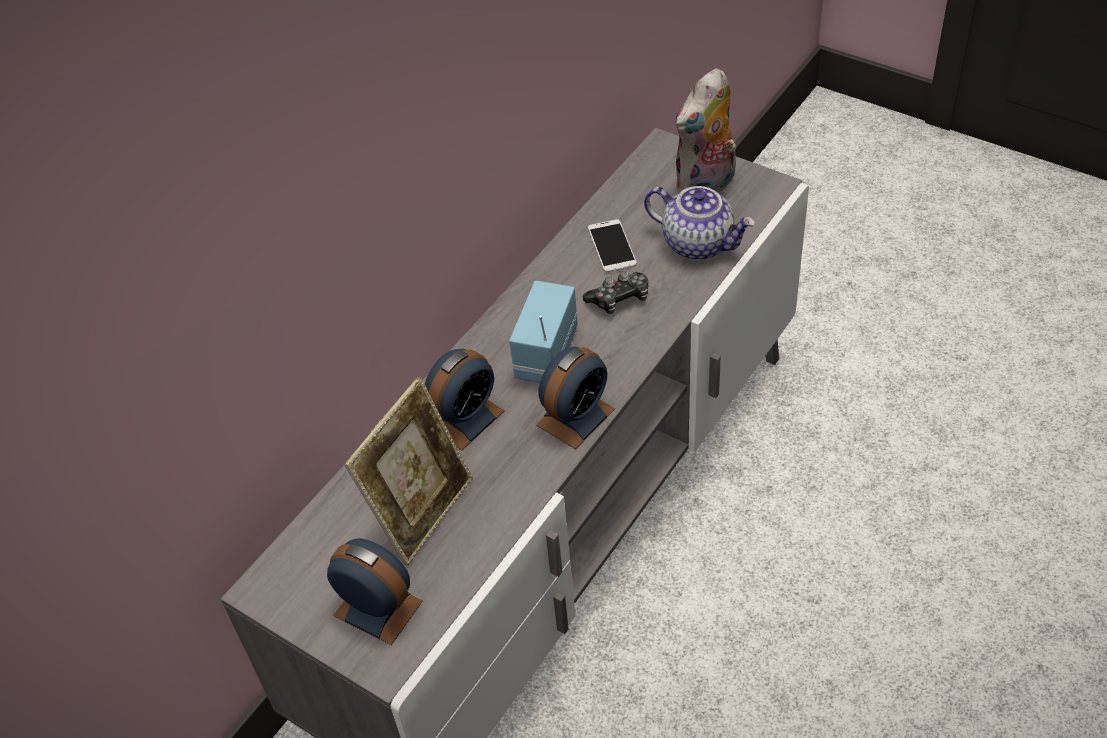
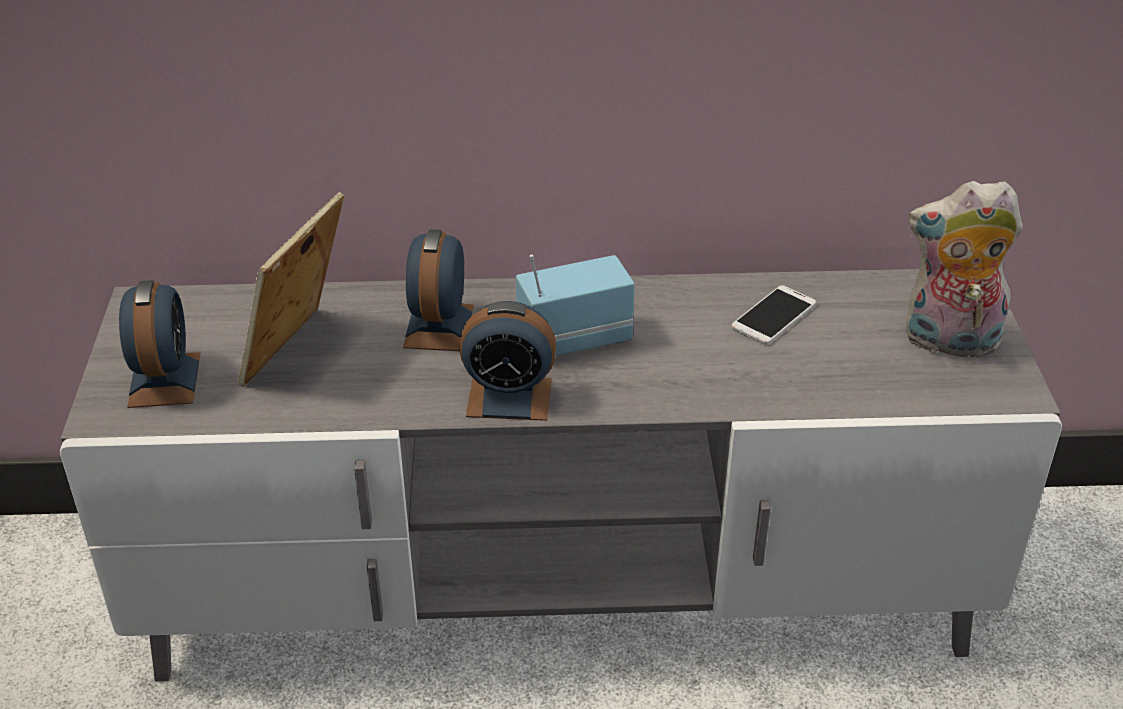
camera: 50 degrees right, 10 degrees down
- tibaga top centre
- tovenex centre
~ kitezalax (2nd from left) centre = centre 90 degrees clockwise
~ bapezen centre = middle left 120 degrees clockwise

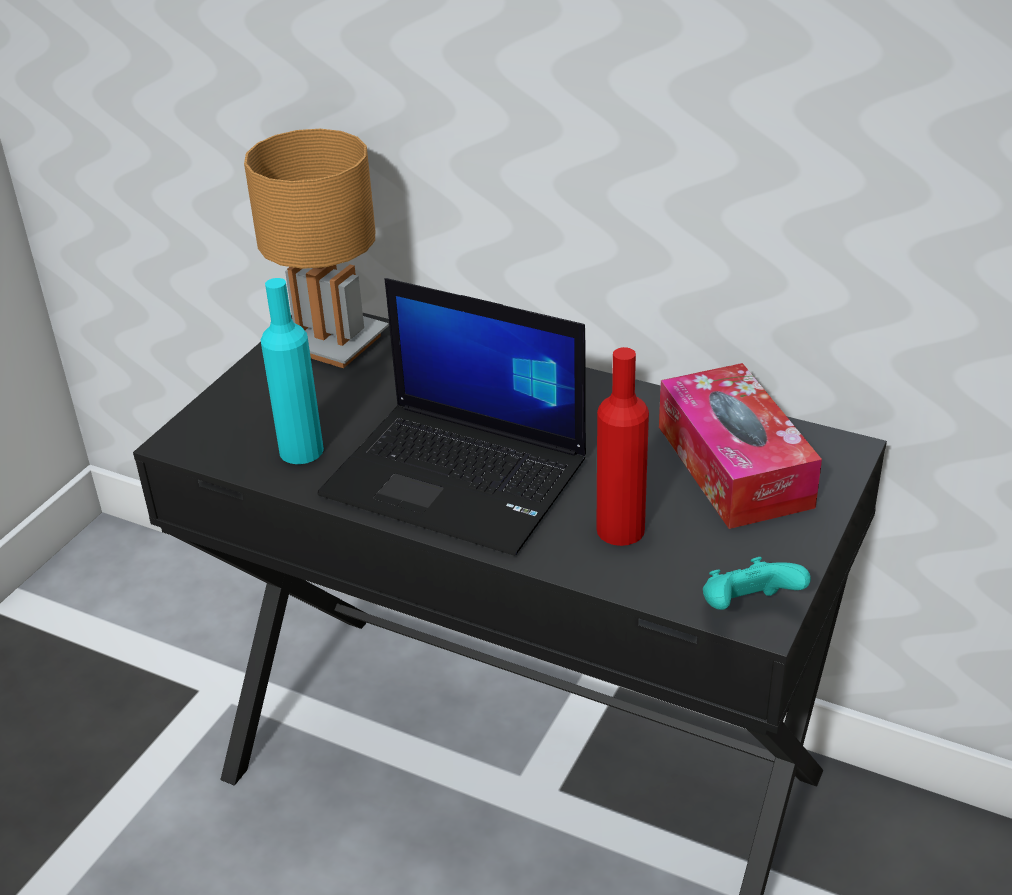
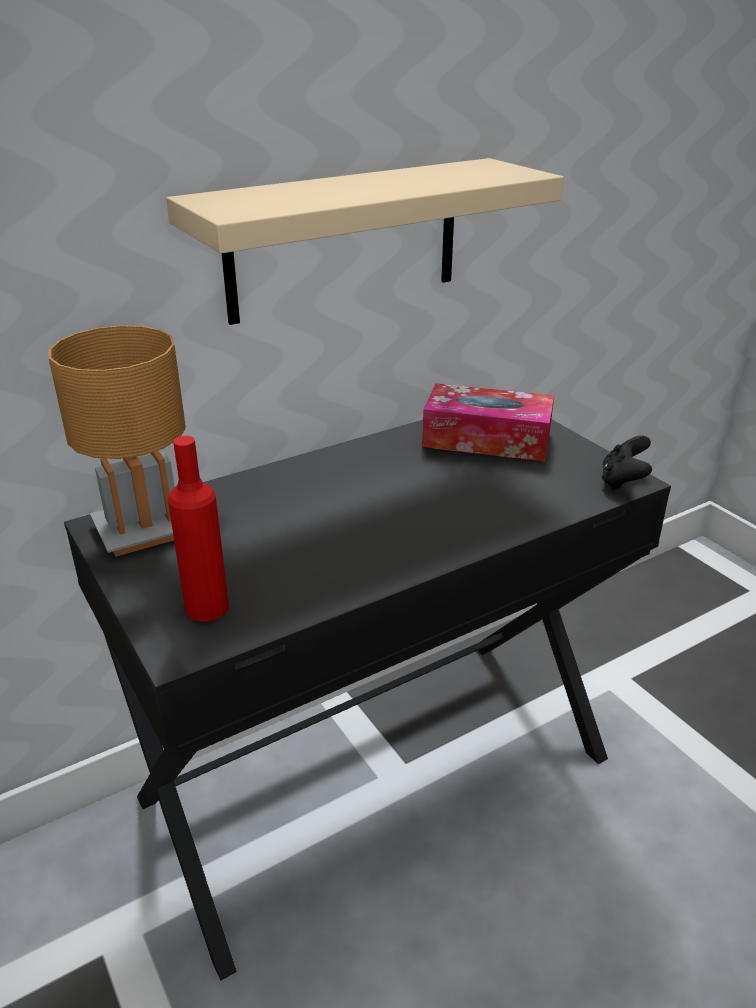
camera: 60 degrees left, 5 degrees down
- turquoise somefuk middle left
- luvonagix centre
~ red somefuk centre to middle left
~ turquoise tovenex middle right to black tovenex middle right
+ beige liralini top centre

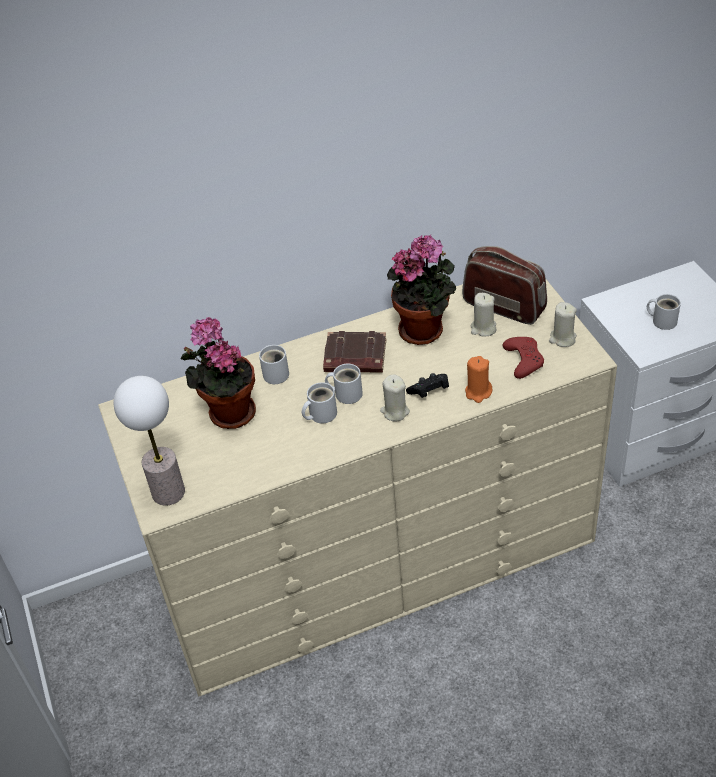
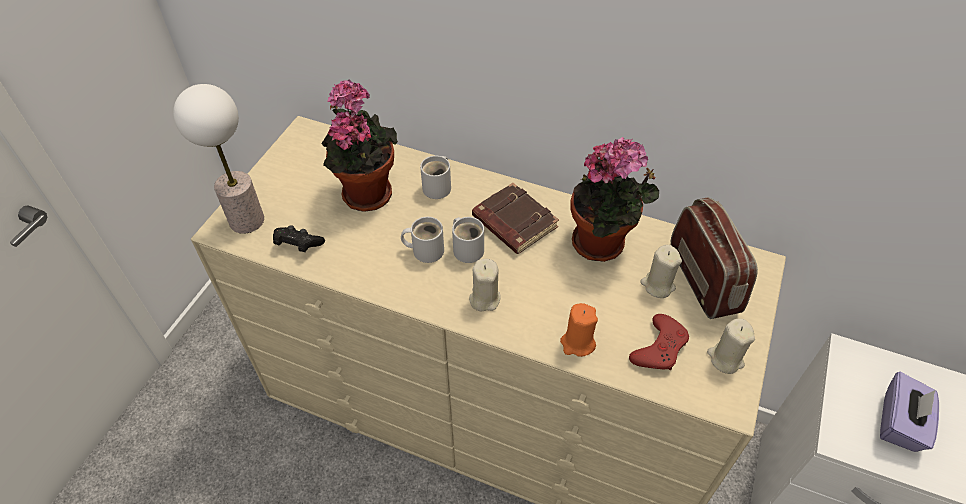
camera: 40 degrees right, 5 degrees up
~ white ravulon (4th from left) middle right to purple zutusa bottom right
~ black tovenex centre to middle left

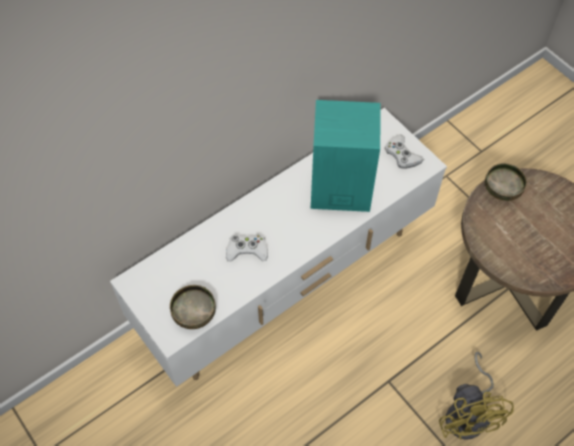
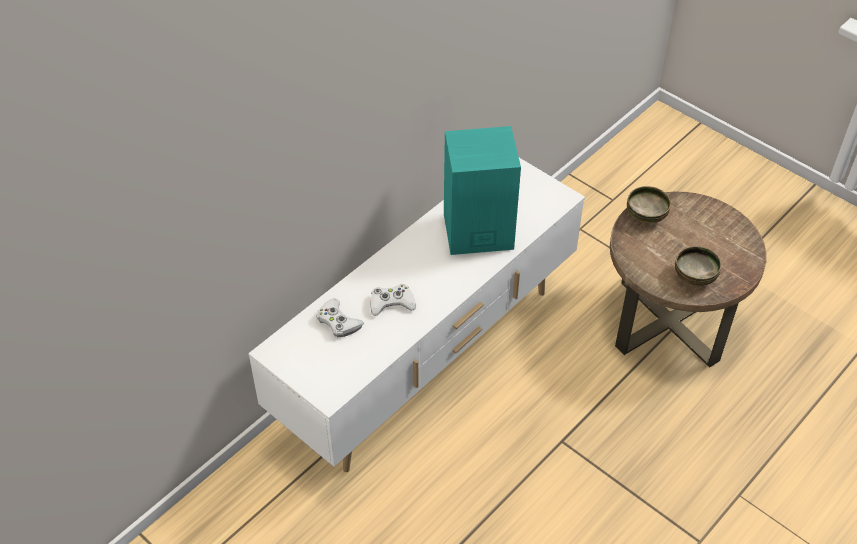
camera: 10 degrees left, 10 degrees down
~ white tovenex (2nd from left in the first image) middle right to white tovenex (1st from left) centre
~ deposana (1st from left in the first image) bottom centre to deposana (2nd from left) middle right
- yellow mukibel bottom right

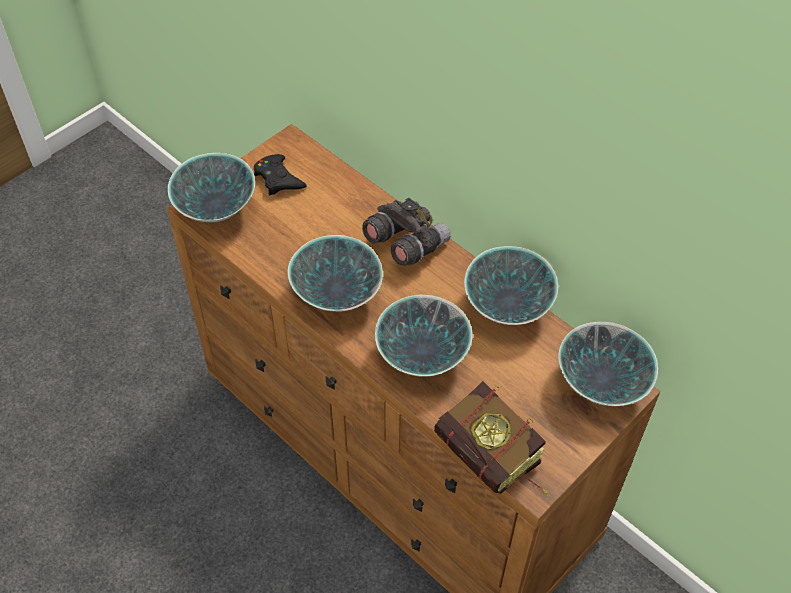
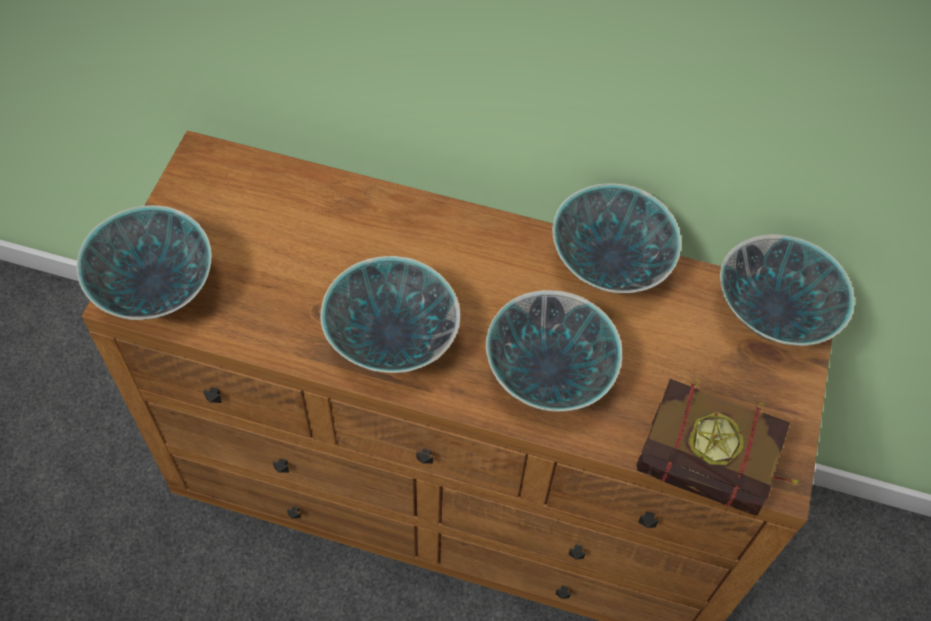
camera: 30 degrees left, 5 degrees up
- black tovenex top centre
- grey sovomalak centre

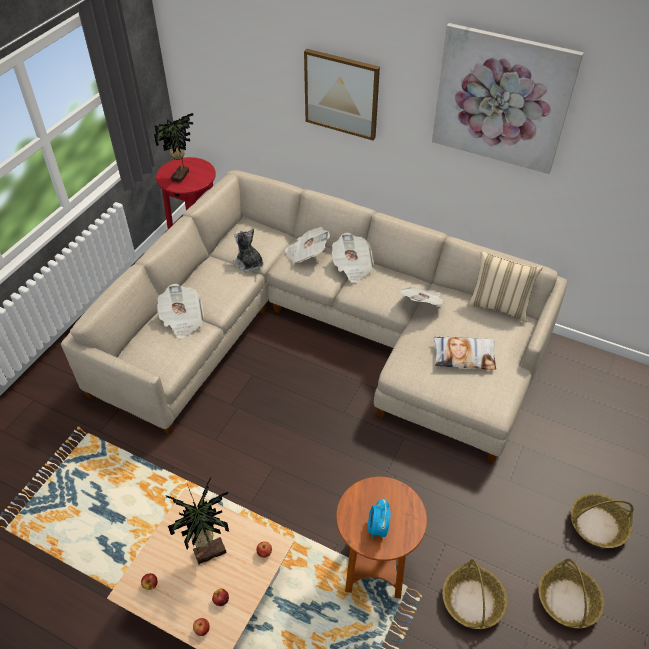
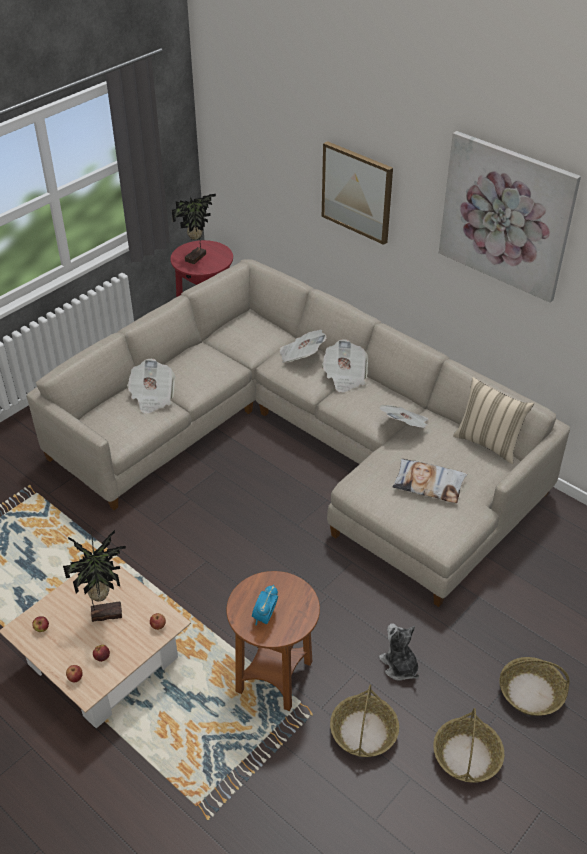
camera: 15 degrees right, 5 degrees down
~ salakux centre to bottom right

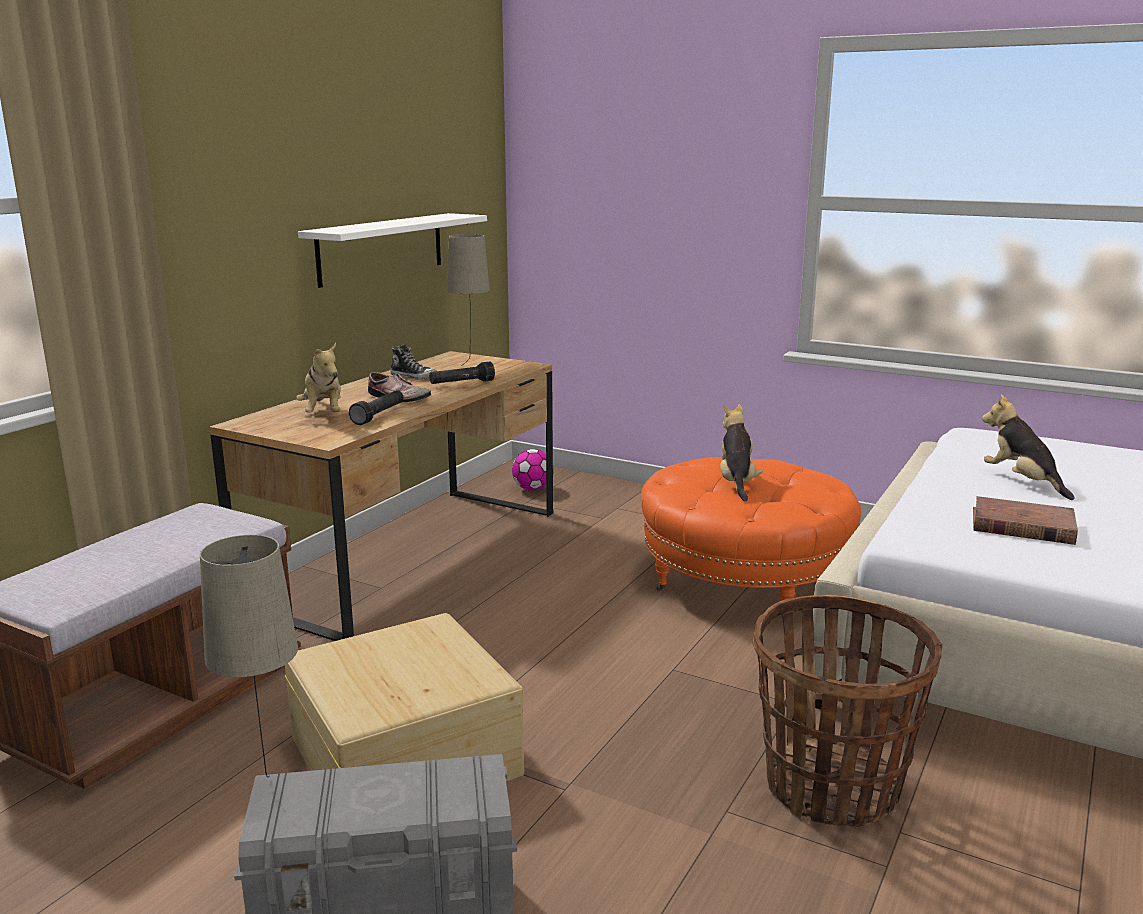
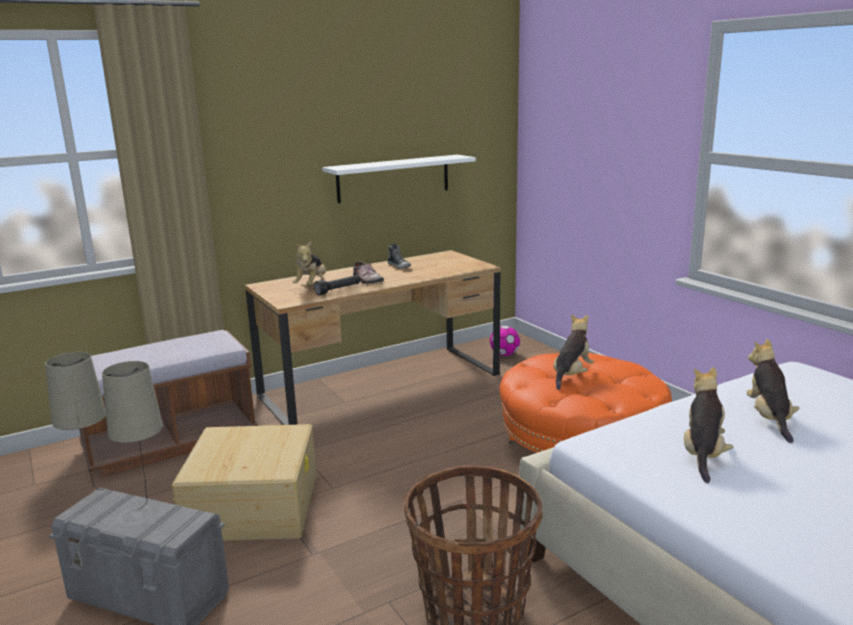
camera: 30 degrees right, 0 degrees up
~ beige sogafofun (2nd from left) top centre to bottom left
- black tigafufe (2nd from left) centre
~ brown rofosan middle right to salakux (3rd from left) bottom right

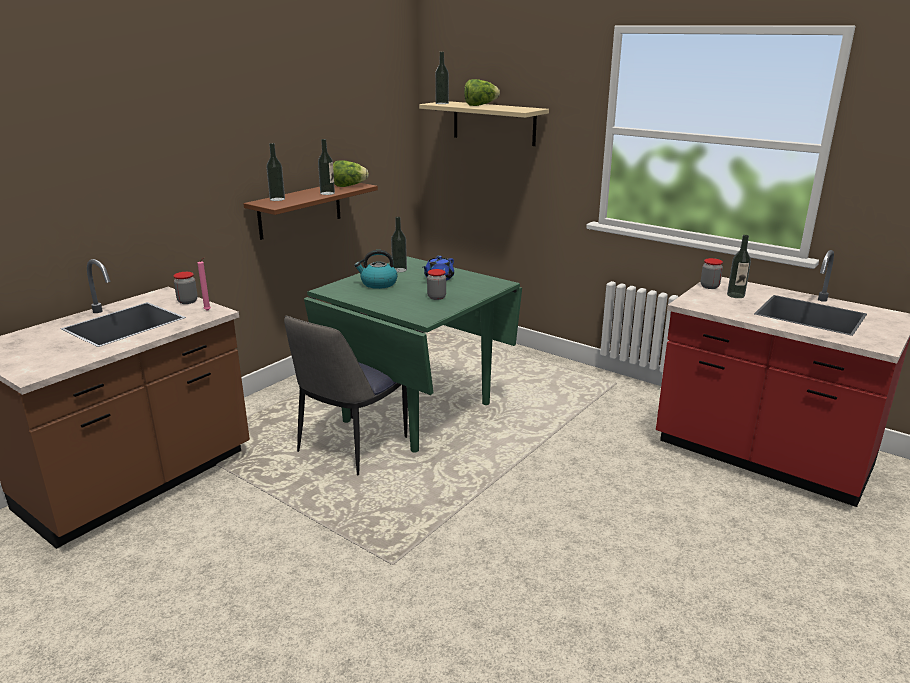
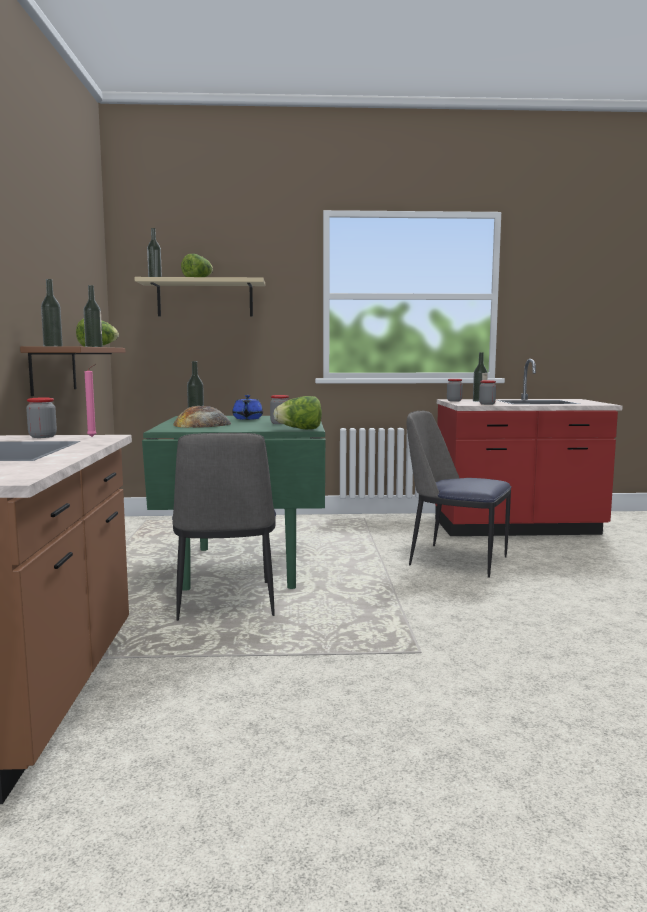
camera: 40 degrees left, 15 degrees down
~ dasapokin centre to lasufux middle left
+ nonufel (4th from left) middle right
+ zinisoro (3rd from left) centre
+ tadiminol (2nd from left) middle right

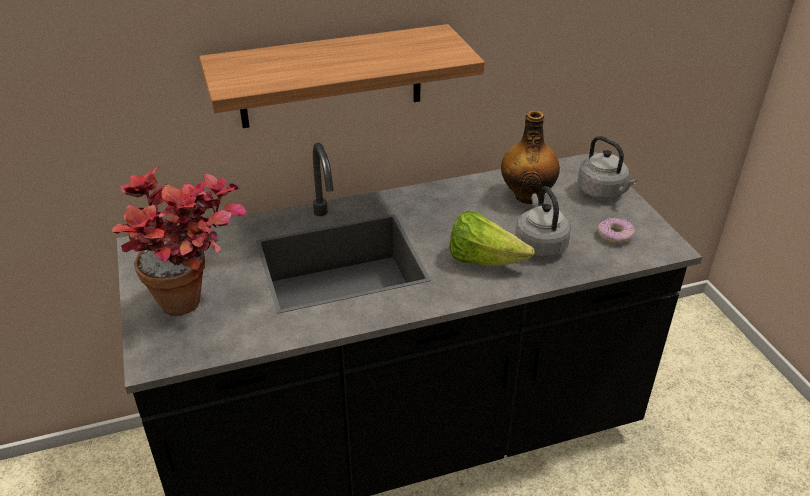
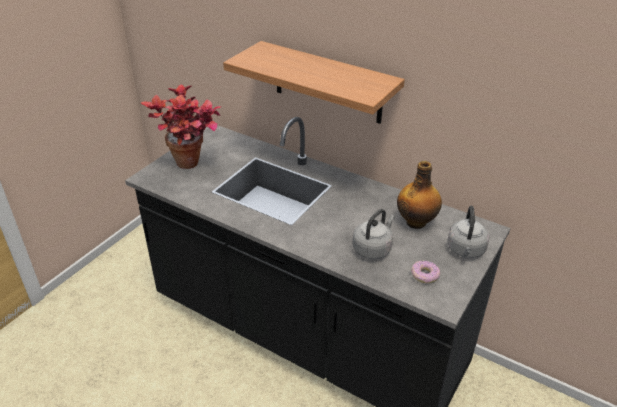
camera: 50 degrees right, 0 degrees up
- zinisoro centre

